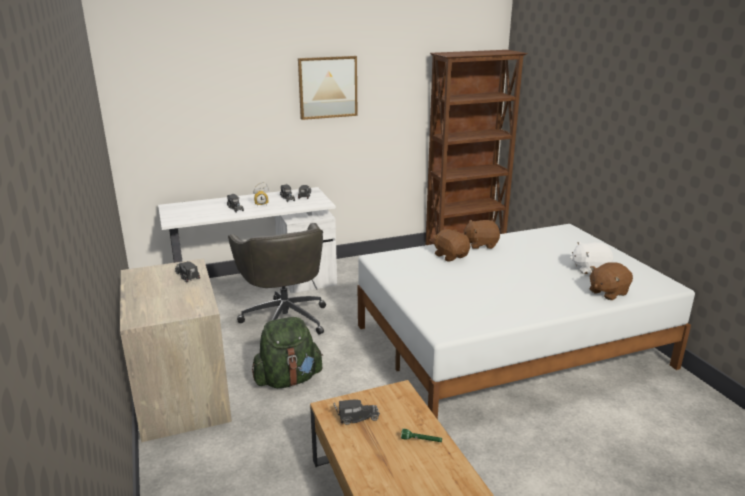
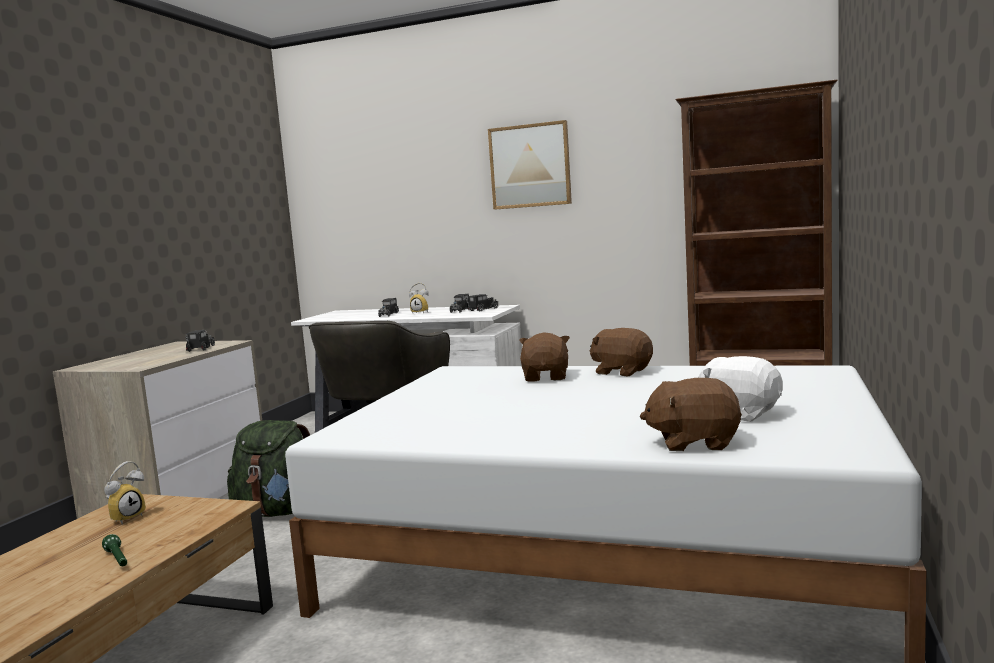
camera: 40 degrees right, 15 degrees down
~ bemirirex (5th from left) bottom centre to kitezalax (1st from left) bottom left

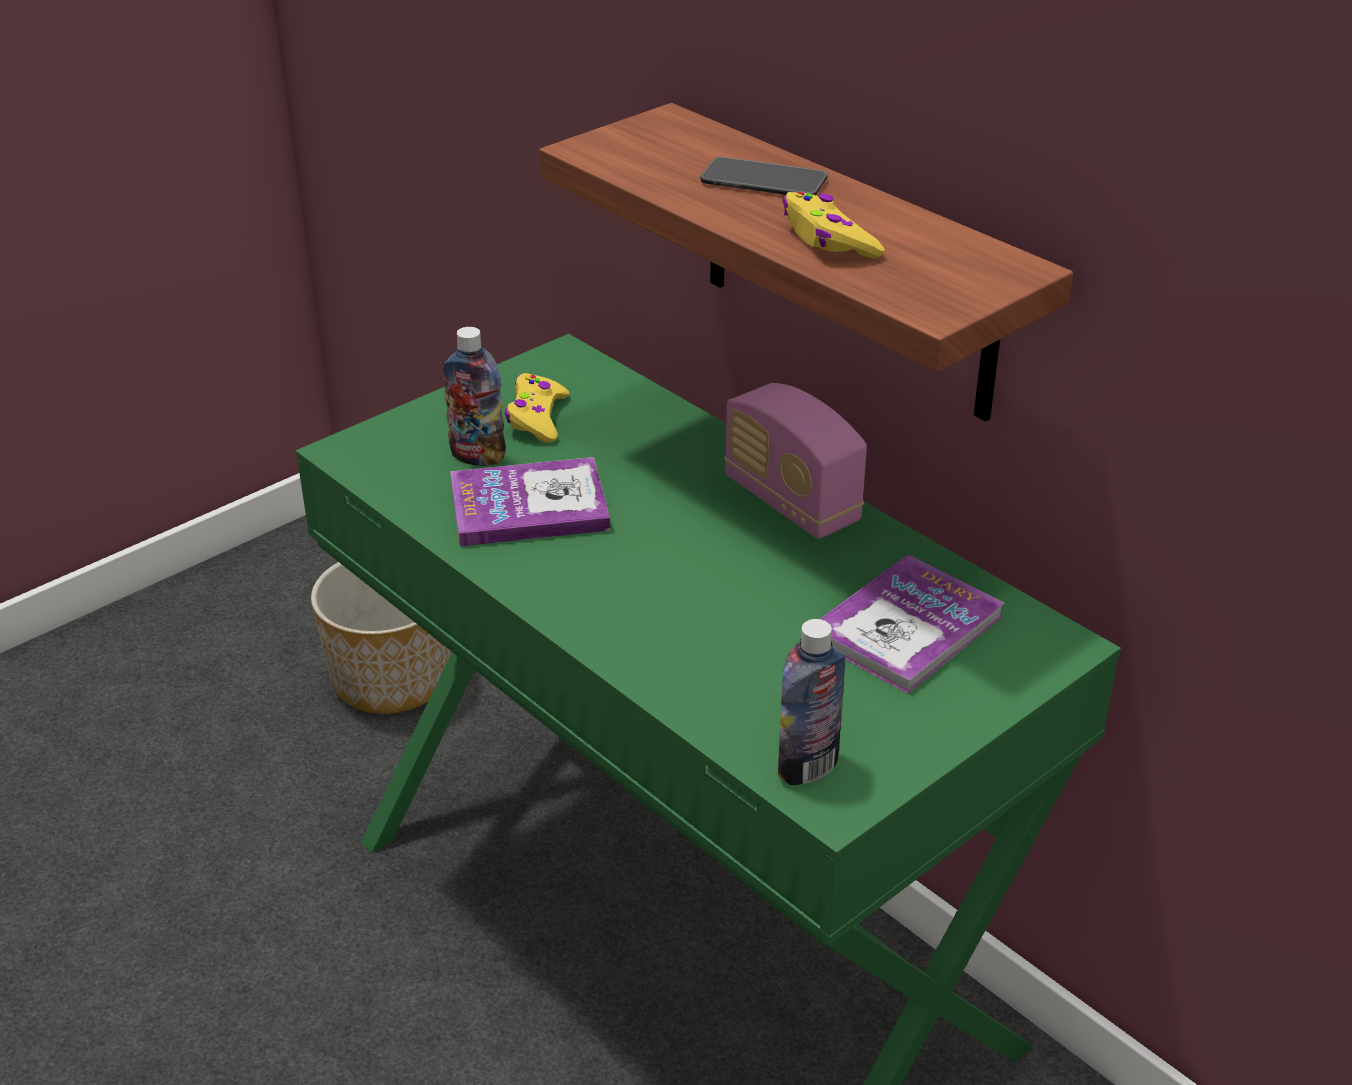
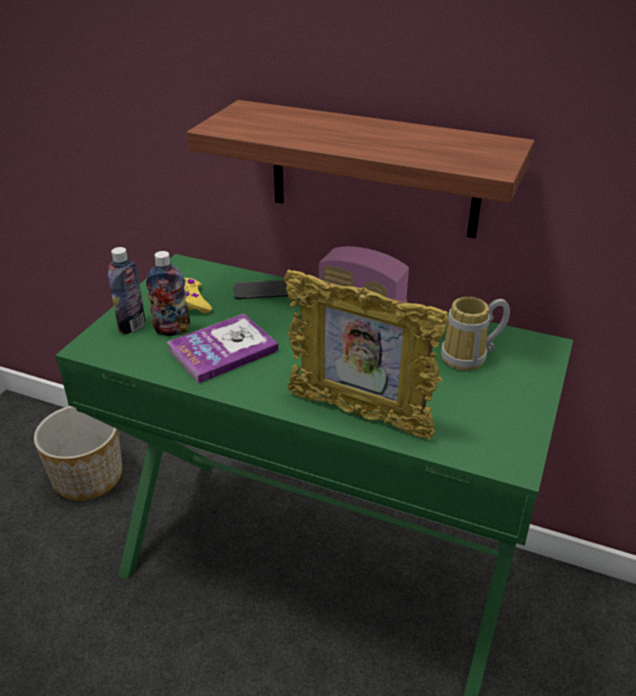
camera: 25 degrees left, 0 degrees up
~ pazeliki top centre to centre
- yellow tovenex (2nd from left) top centre
~ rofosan (2nd from left) middle right to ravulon middle right
~ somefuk (2nd from left in the first image) centre to somefuk (1st from left) middle left
+ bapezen centre

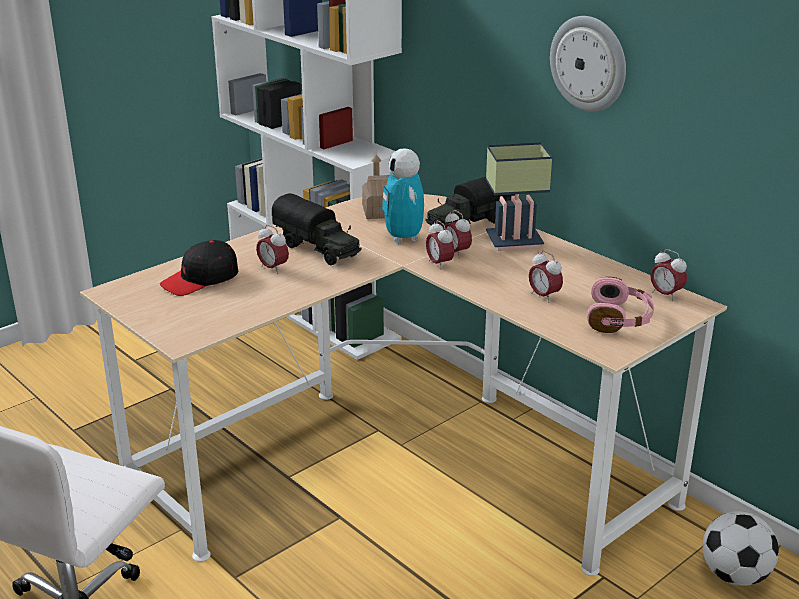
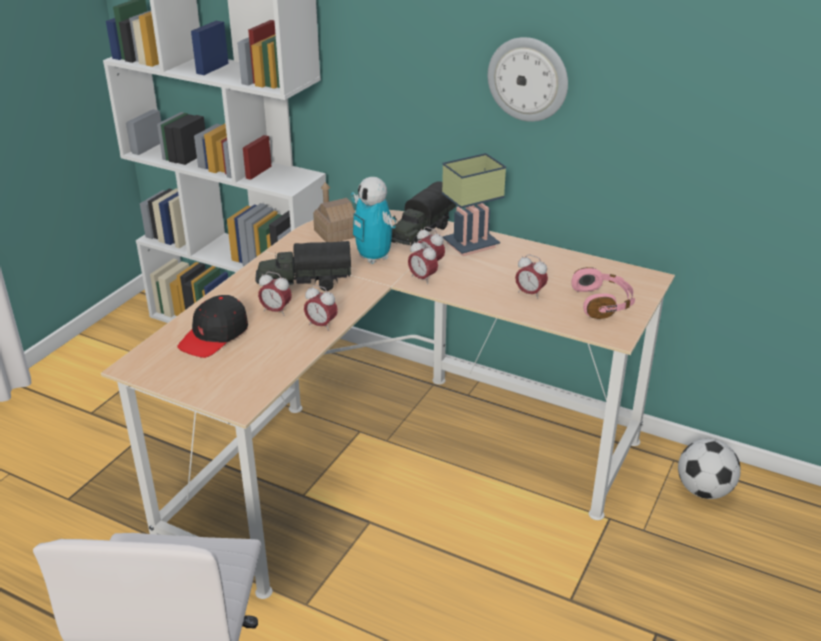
camera: 20 degrees left, 5 degrees up
~ bemirirex (1st from left) centre = centre 150 degrees clockwise
~ kitezalax (5th from left in the first image) middle right to kitezalax (2nd from left) centre

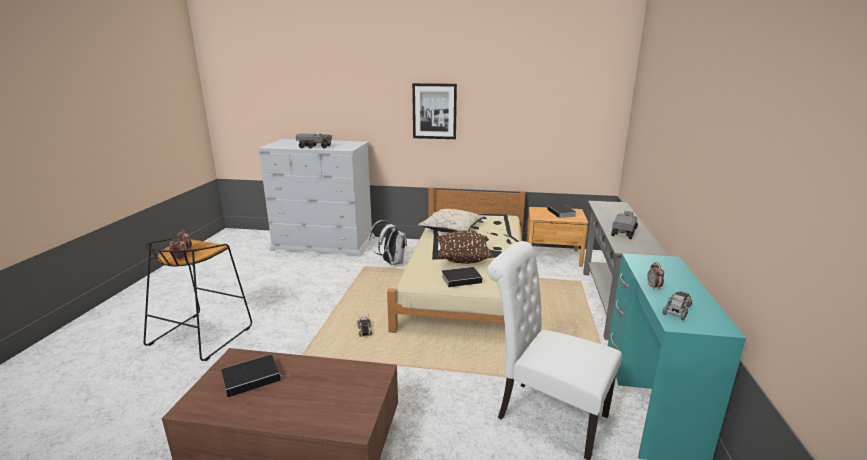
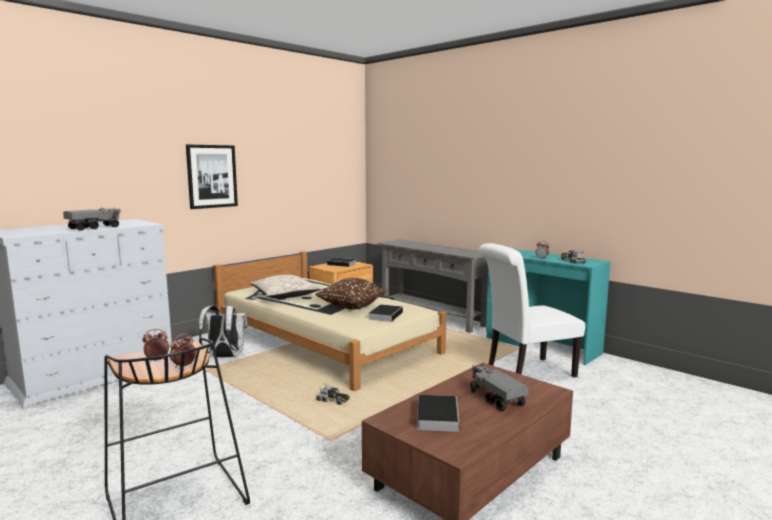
camera: 55 degrees left, 10 degrees down
~ bemirirex (3rd from left) middle right to bottom centre

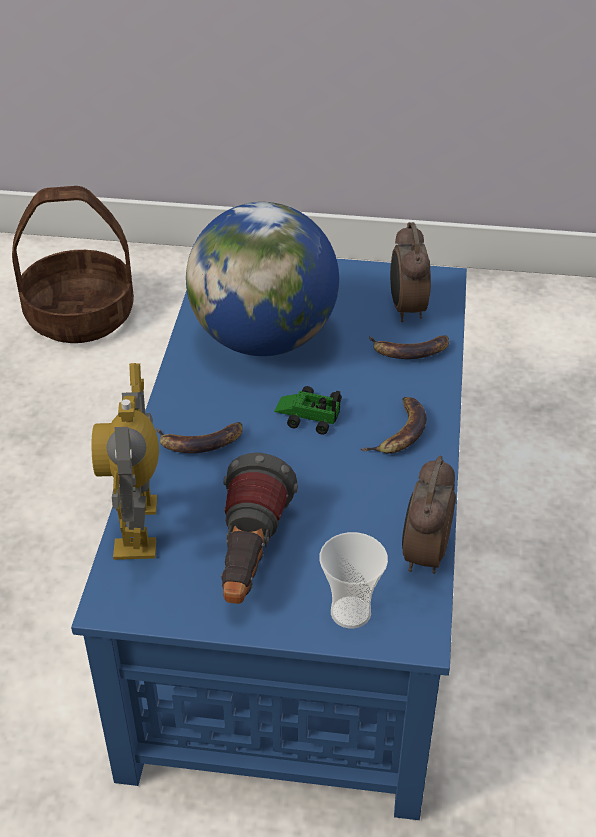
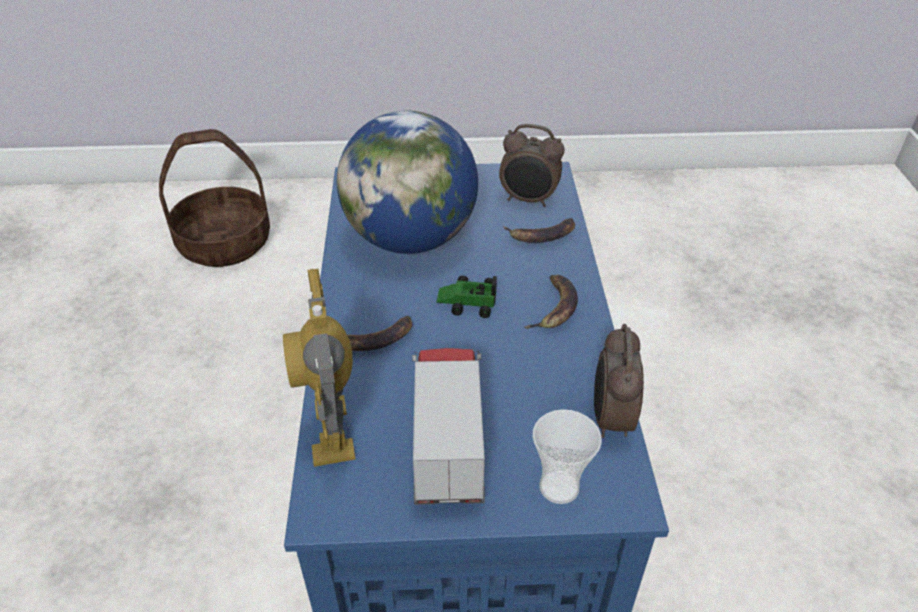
camera: 10 degrees left, 0 degrees up
~ kitezalax (1st from left) top right = top centre 60 degrees counterclockwise
~ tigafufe centre to bemirirex bottom centre

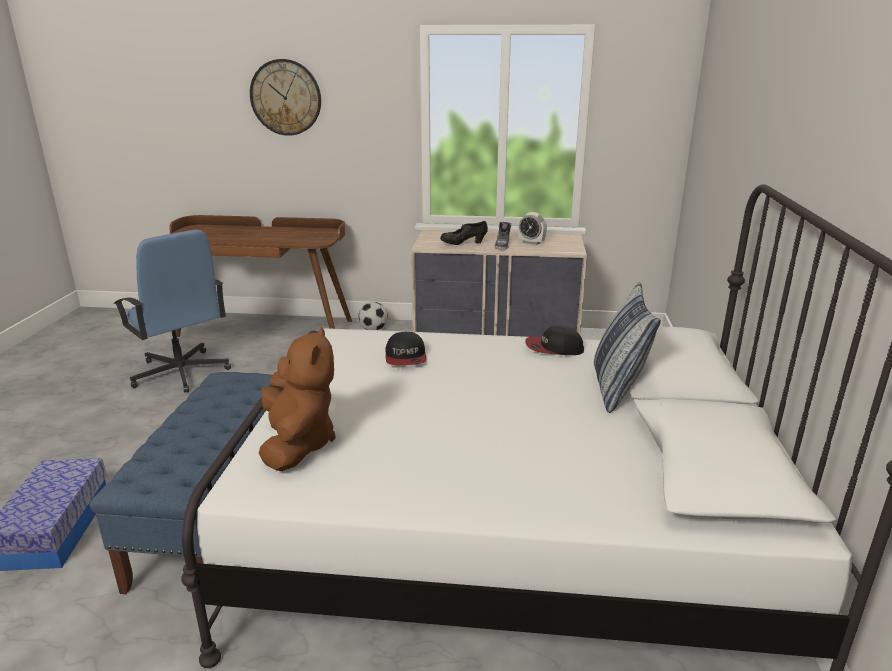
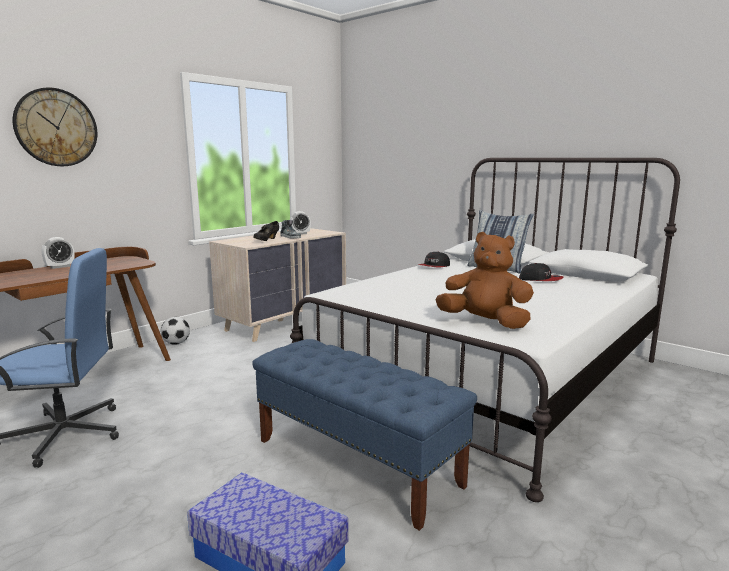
camera: 55 degrees left, 10 degrees down
~ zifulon (1st from left in the first image) centre to zifulon (2nd from left) middle right
+ kitezalax (1st from left) middle left

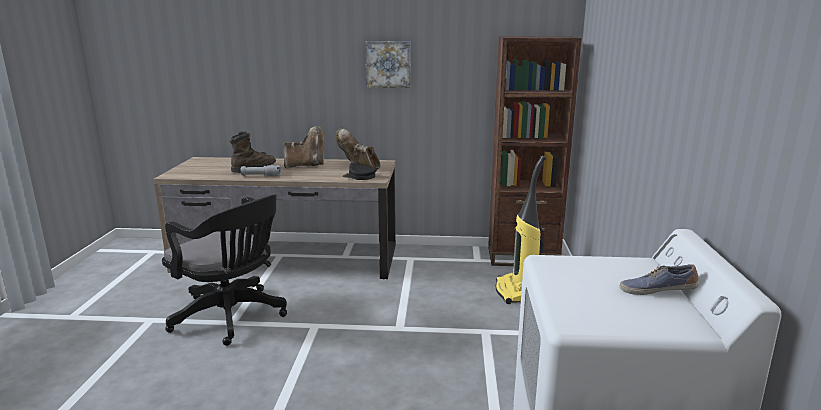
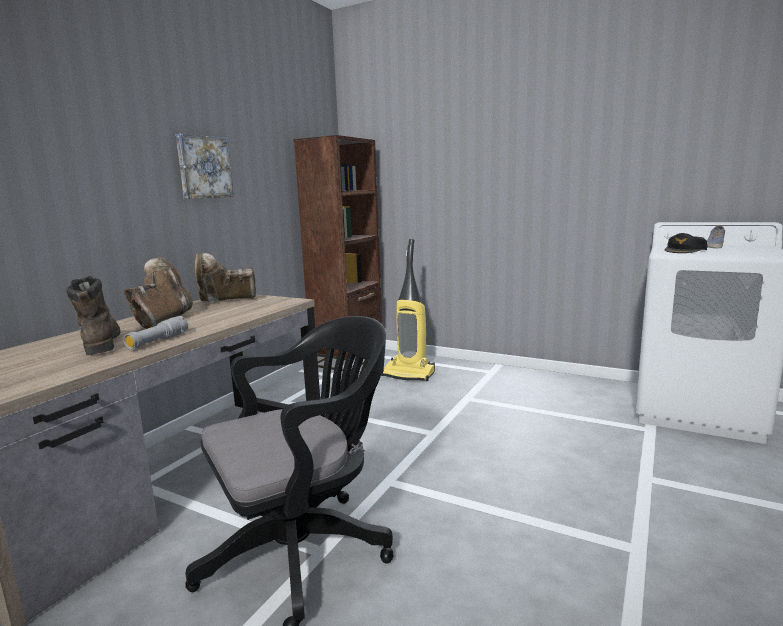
camera: 65 degrees left, 5 degrees down
~ black zifulon centre to middle right

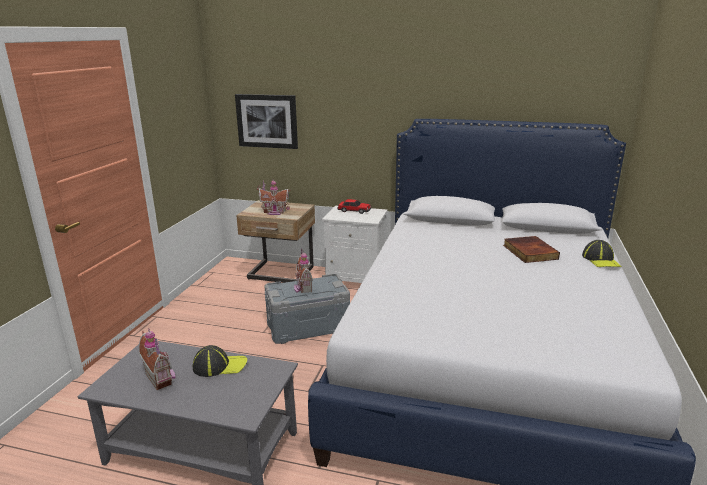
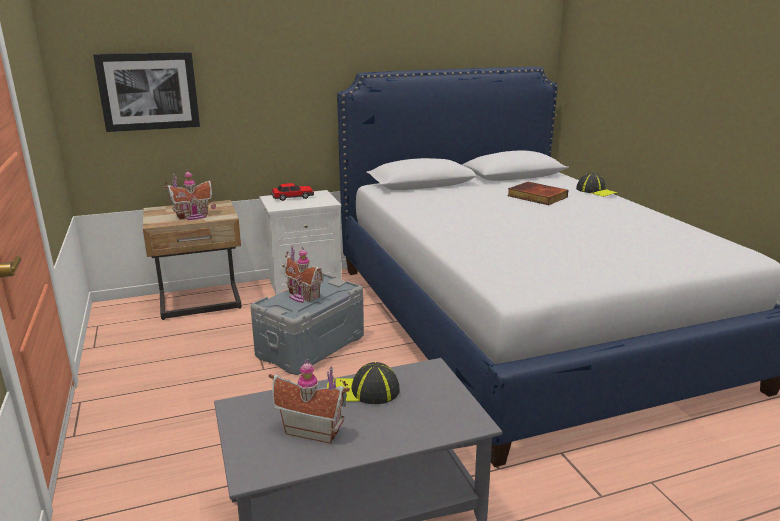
camera: 35 degrees left, 0 degrees up
~ zifulon (1st from left) bottom left = bottom centre 135 degrees counterclockwise

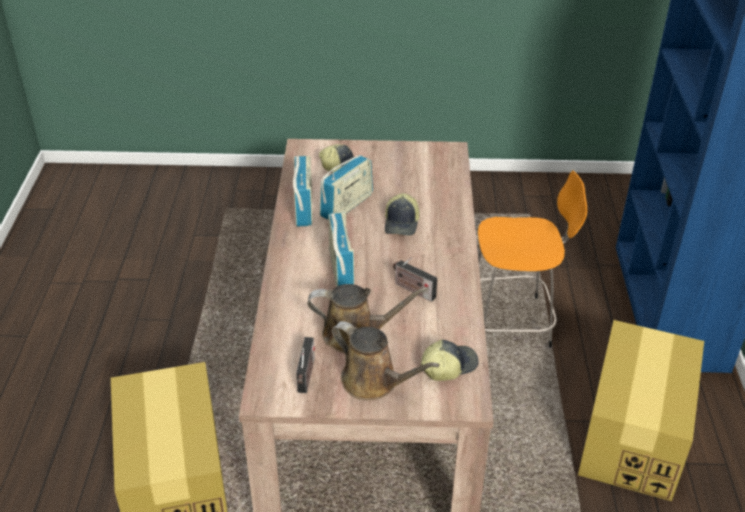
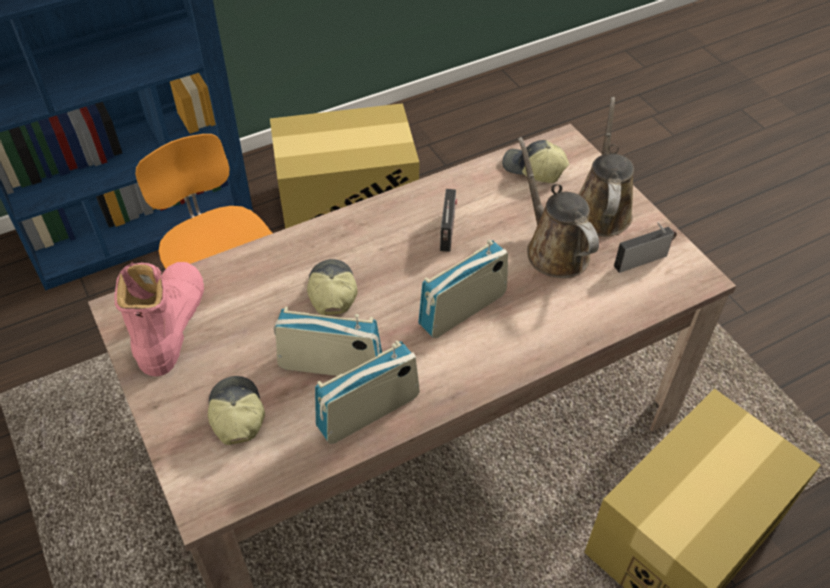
camera: 120 degrees left, 10 degrees up
~ zifulon (2nd from left) centre = centre 75 degrees counterclockwise
+ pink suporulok middle left

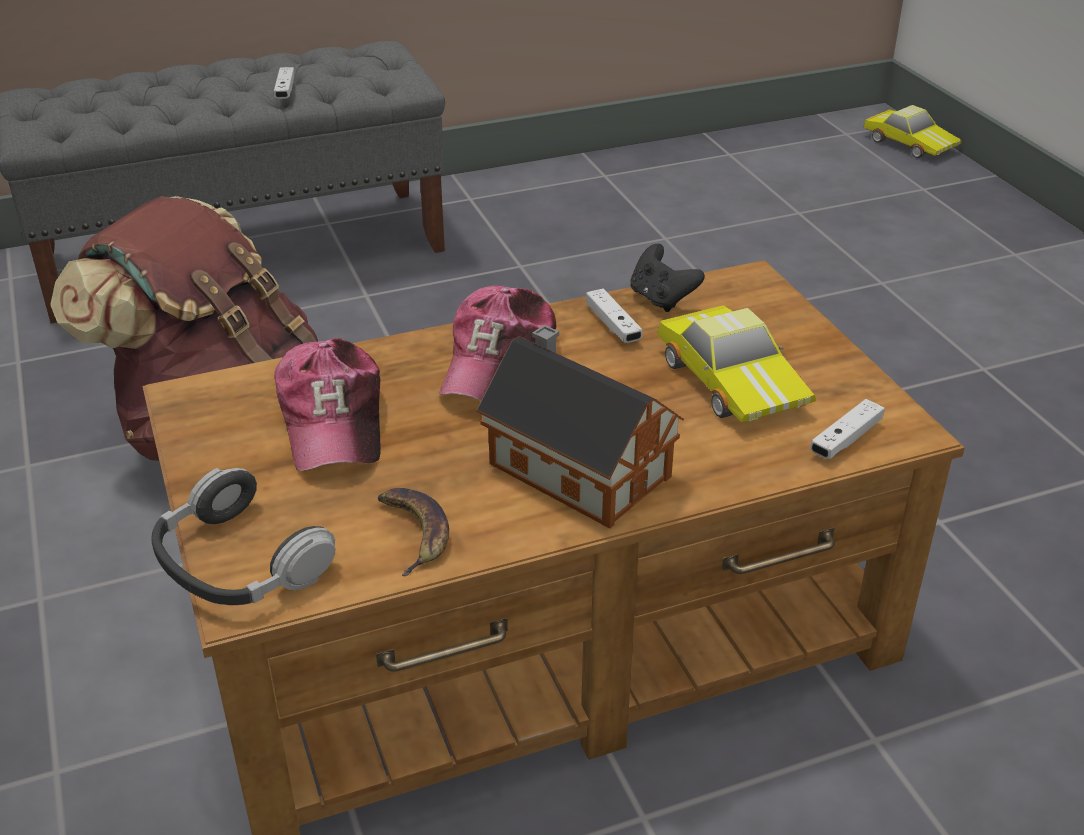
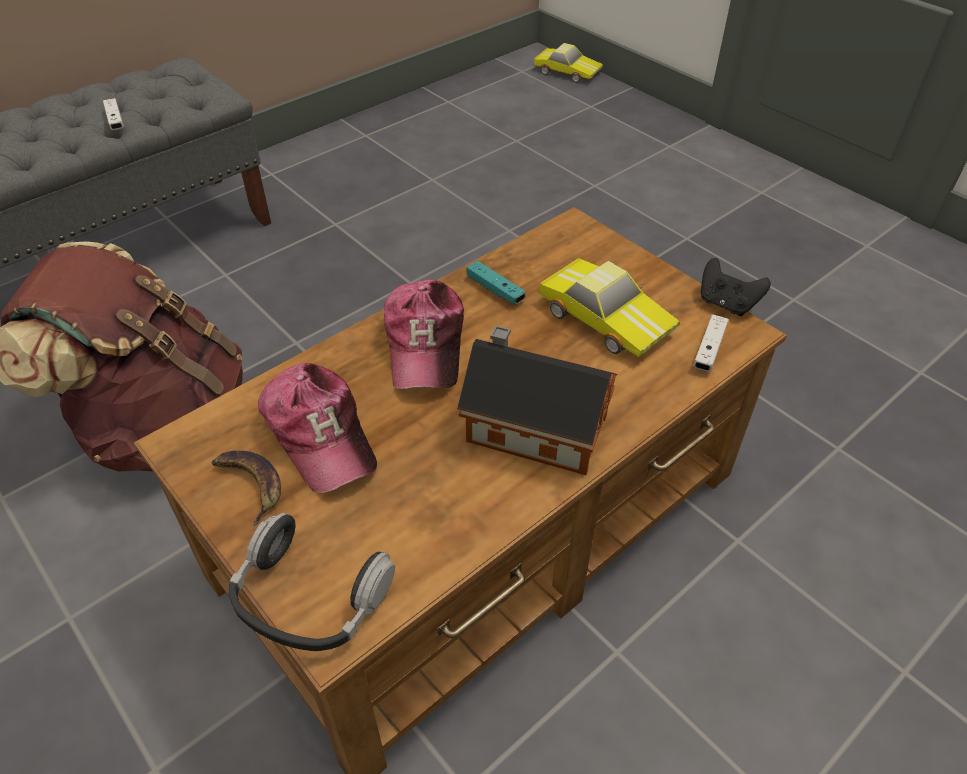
camera: 20 degrees left, 10 degrees up
~ black tovenex top centre to middle right
~ white tovenex (2nd from left) centre to turquoise tovenex centre
~ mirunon centre to middle left

